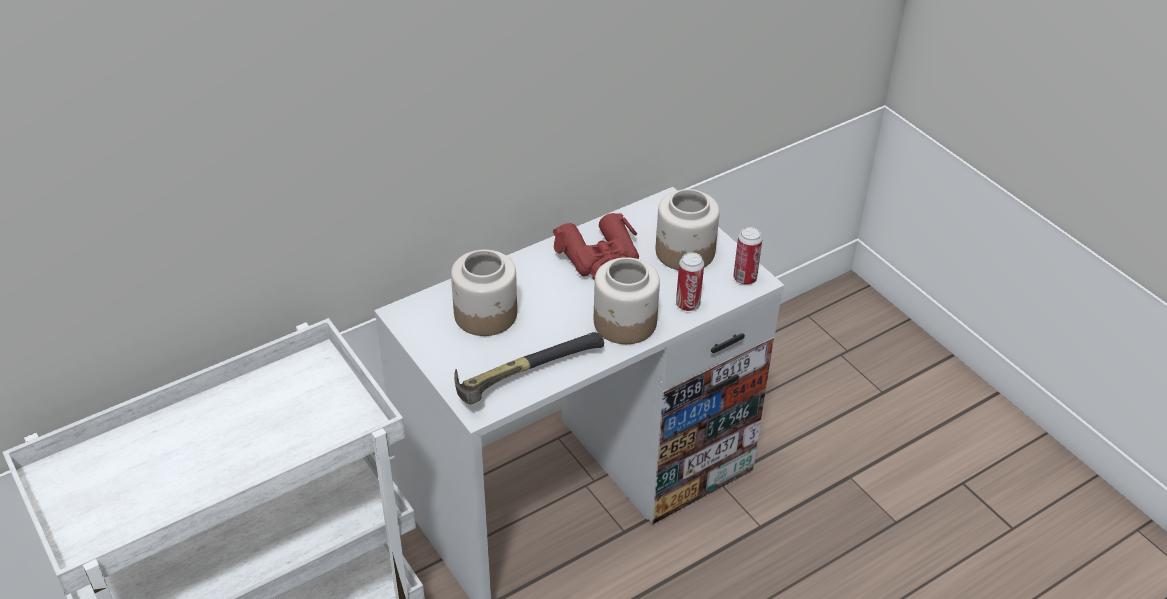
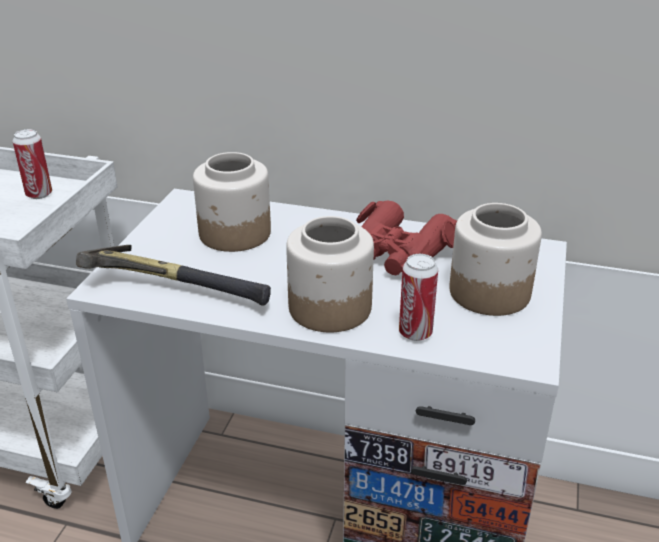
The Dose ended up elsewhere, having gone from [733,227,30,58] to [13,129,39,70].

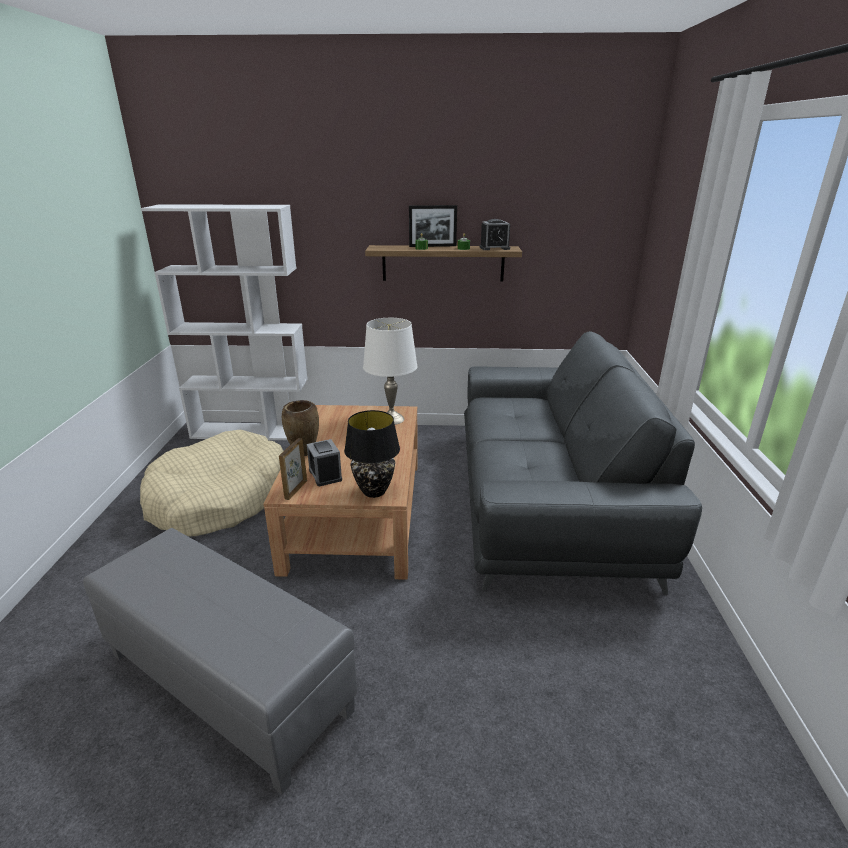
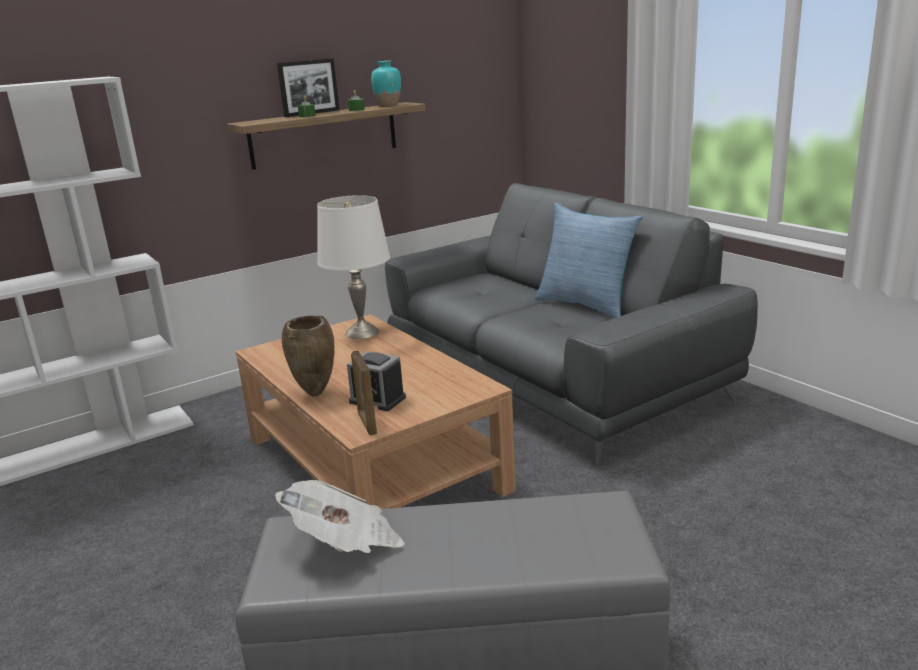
The second view lost the Hundebett [beige] at [140,429,143,107]. The second view lost the Tischlampe [schwarz] at [344,410,56,88]. Where the Wecker stood at [480,219,30,31], the Vase [türkis] came to stand at [371,61,30,46]. The second view gained the Zeitung at [275,480,130,73]. The second view gained the Kissen at [535,203,108,116].

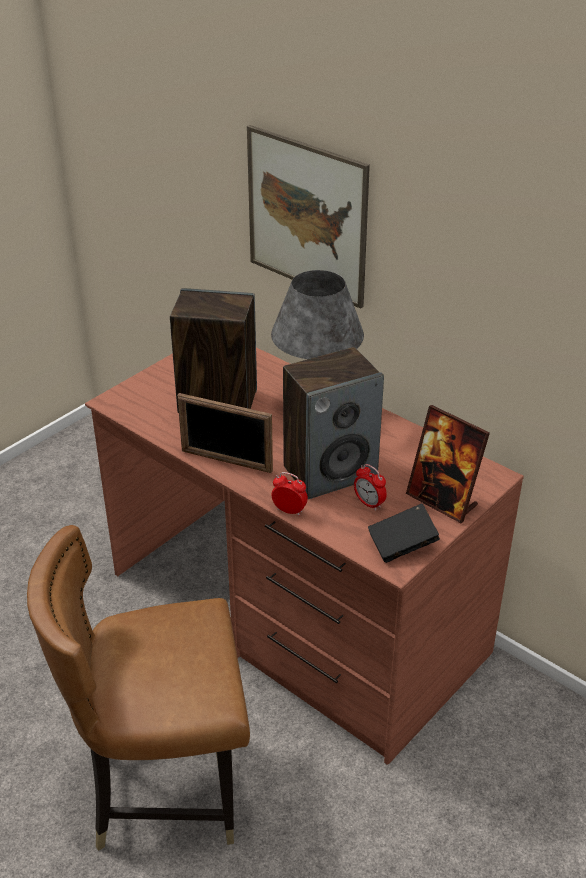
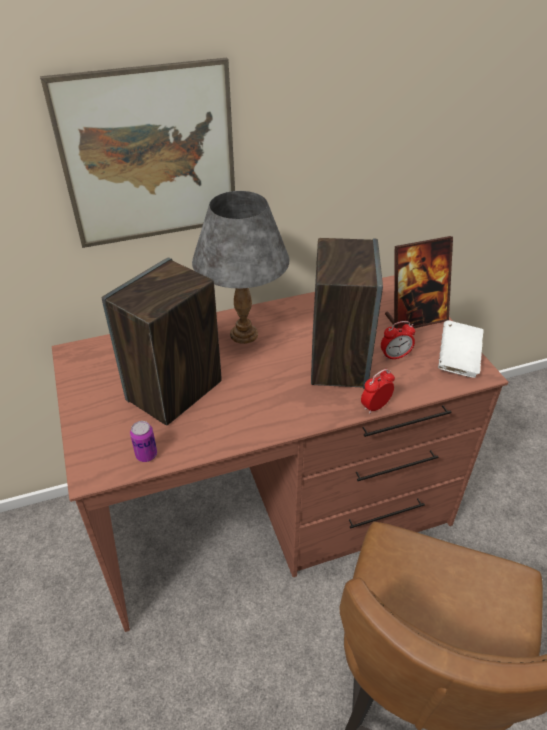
The second view lost the Bilderrahmen at [177,393,96,80]. What was the Buch [schwarz] at [368,503,72,60] turned into the Buch [weiß] at [438,320,46,58]. The second view gained the Dose at [130,421,27,41].

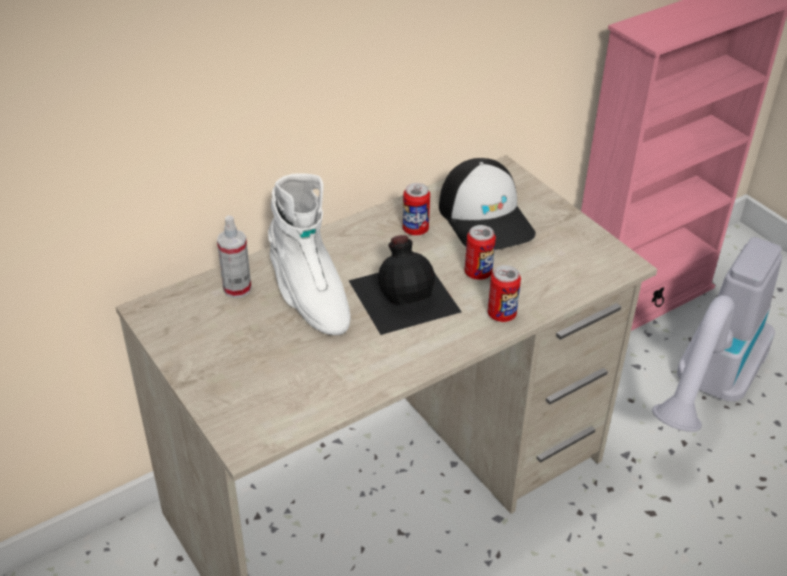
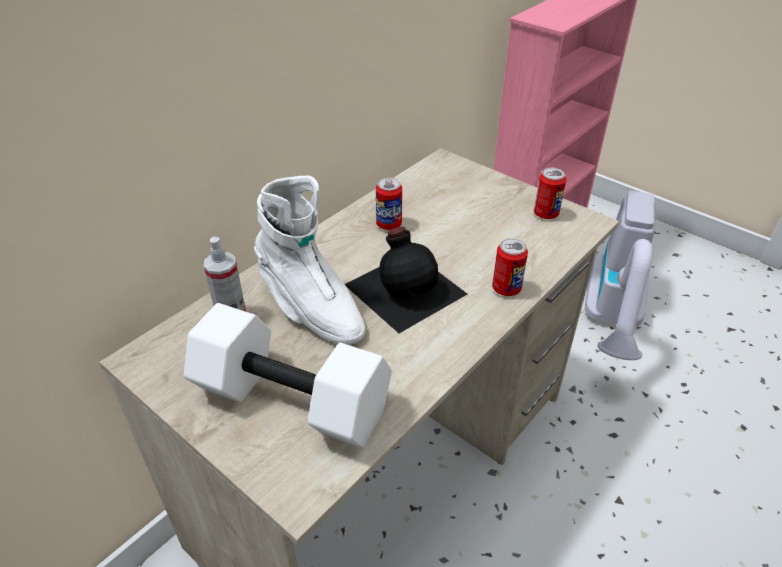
The second view lost the Kappe at [439,158,97,92]. The Dose ended up elsewhere, having gone from [465,225,31,55] to [534,168,32,51]. The second view gained the Hantel [weiß] at [184,303,208,145].

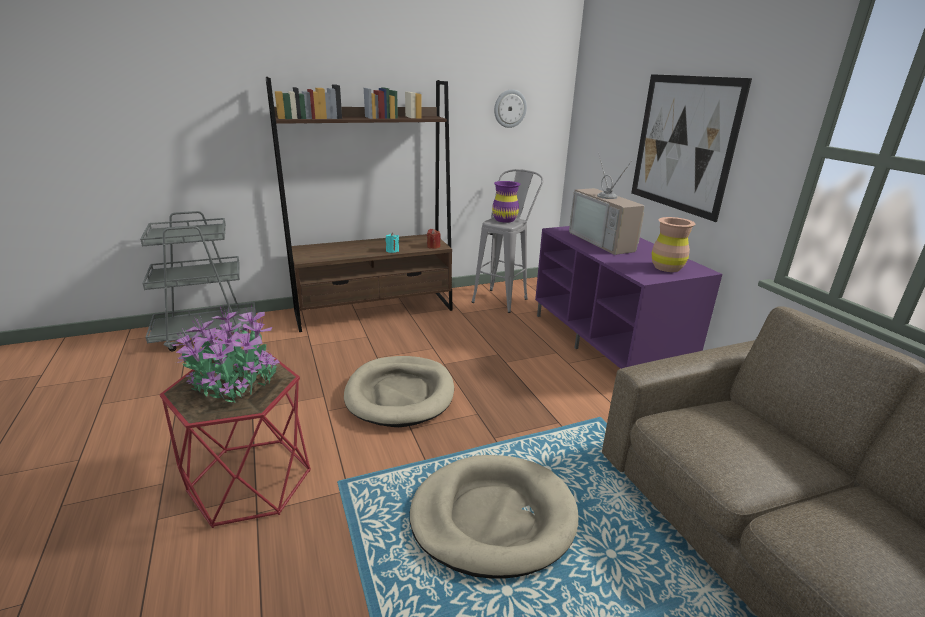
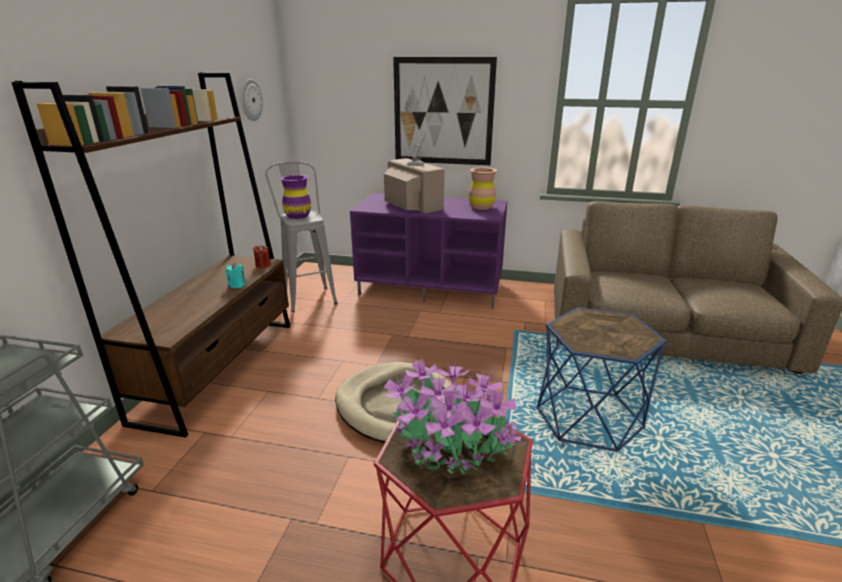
Where the Hundebett [beige] stood at [410,455,169,124], the Beistelltisch [blau] came to stand at [536,307,131,145]. The Fernseher at [569,153,76,102] ended up facing another way, 135 degrees counterclockwise from before.

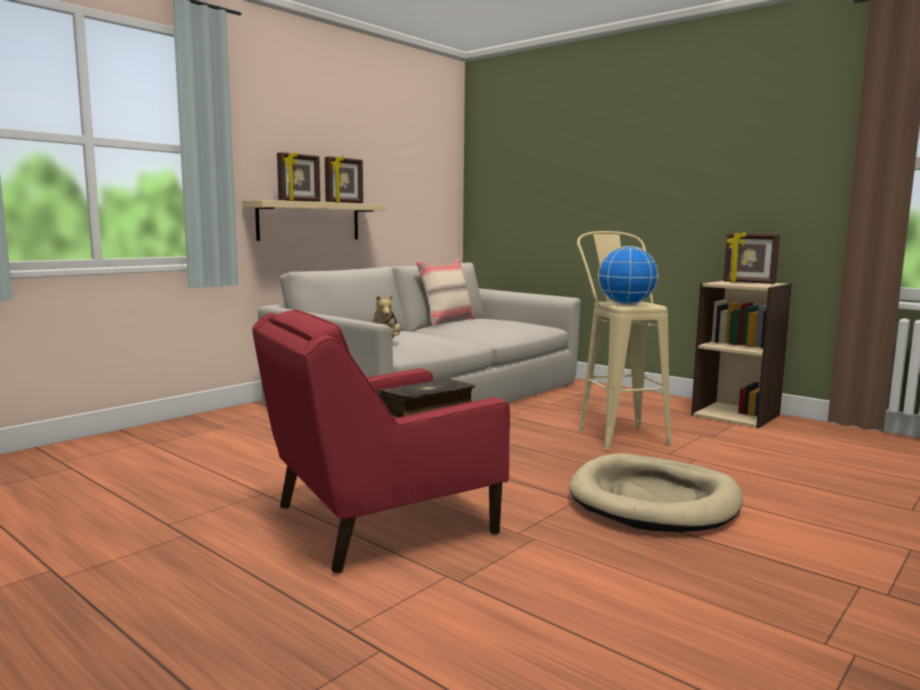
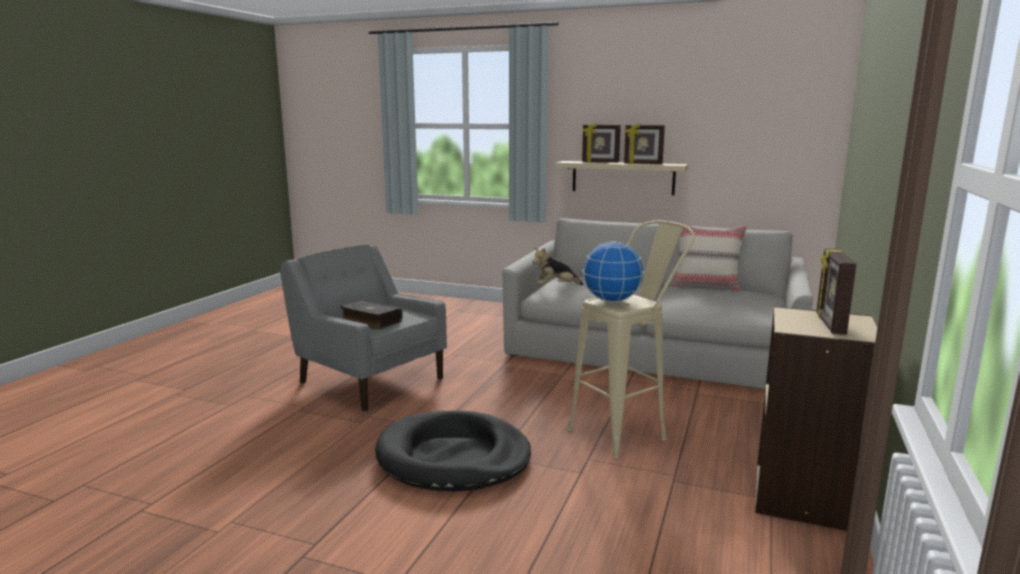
What was the Sessel [rot] at [252,309,258,265] turned into the Sessel [grau] at [280,244,167,167]. What was the Hundebett [beige] at [569,453,174,79] turned into the Hundebett [schwarz] at [375,410,156,81].

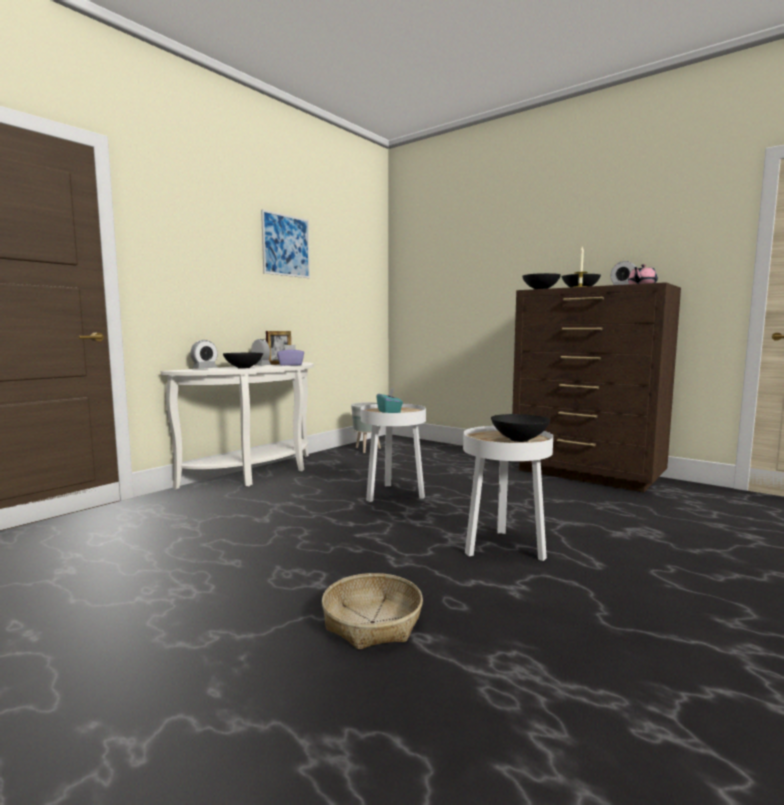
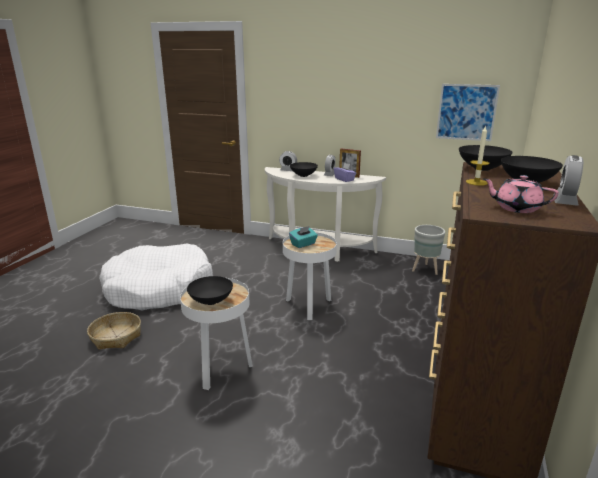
The Bild ended up elsewhere, having gone from [261,209,49,69] to [436,84,64,57]. The second view gained the Hundebett [weiß] at [99,244,114,67].

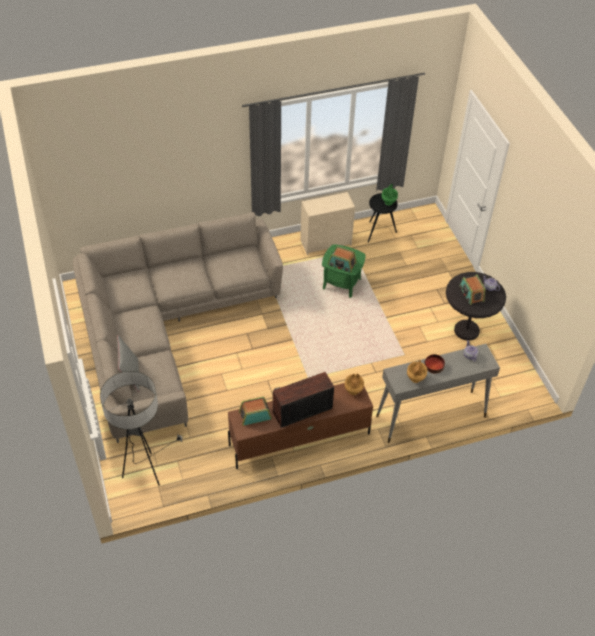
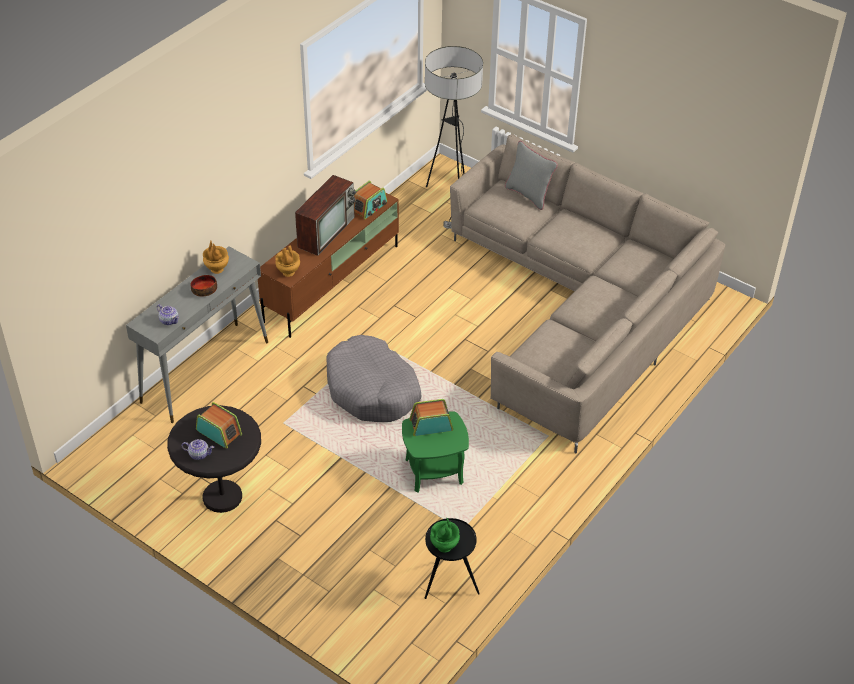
The second view lost the Kommode [beige] at [300,192,55,63]. The second view gained the Hundebett [grau] at [326,335,95,87].

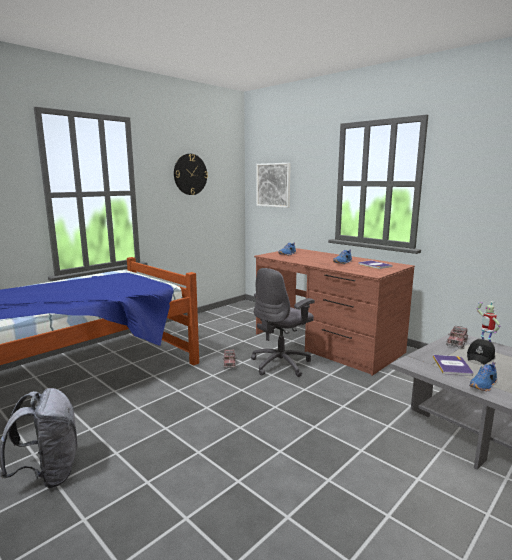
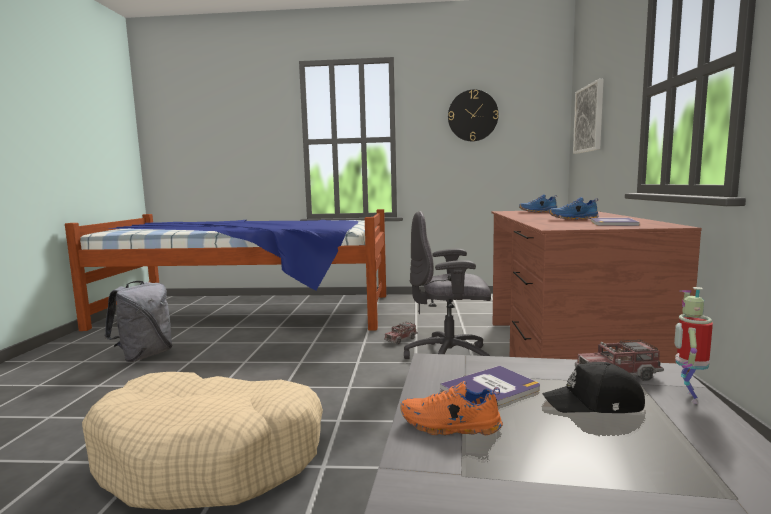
What was the Schuh [blau] at [469,362,28,29] turned into the Schuh [orange] at [400,381,103,54]. The second view gained the Hundebett [beige] at [82,372,241,138].

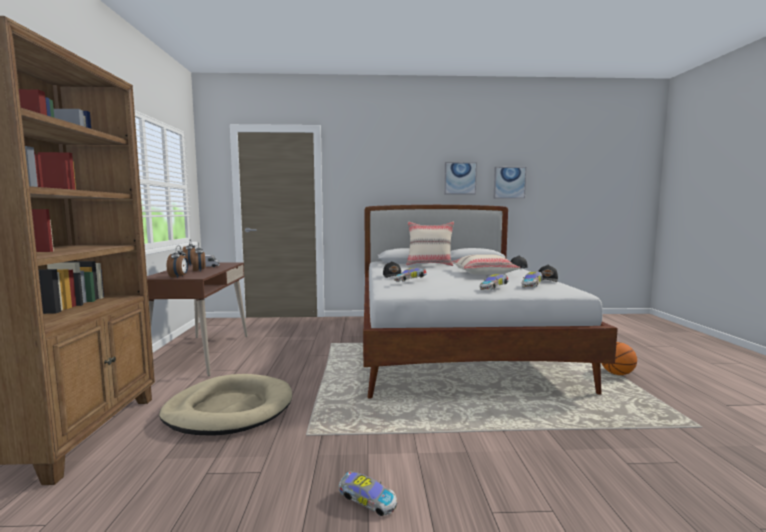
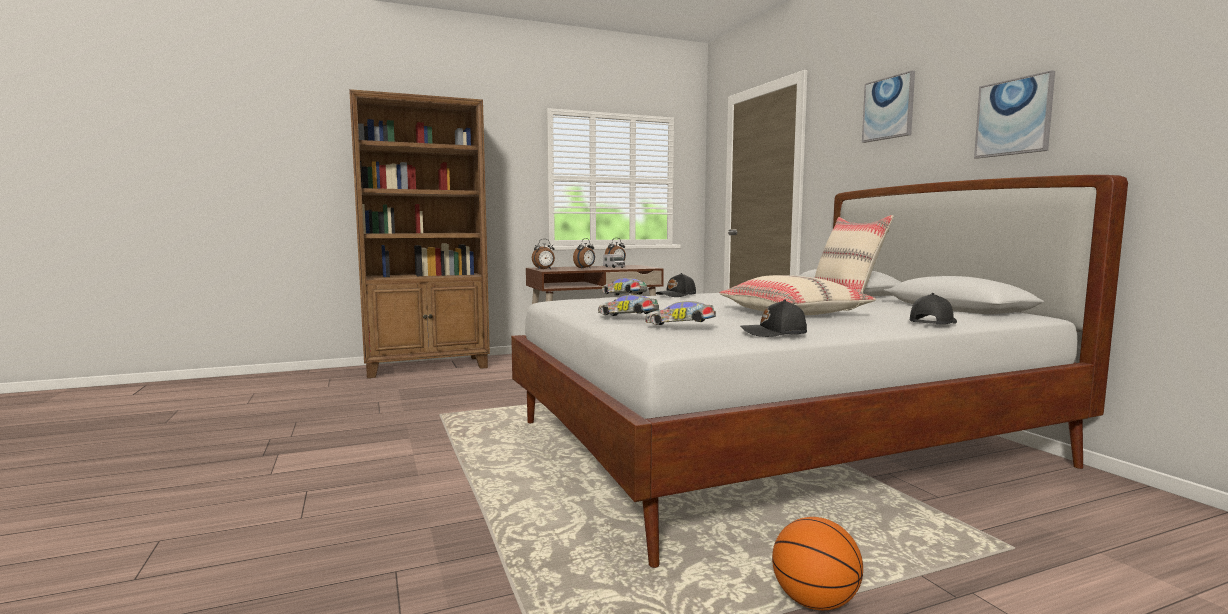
The second view lost the Hundebett [beige] at [159,374,133,61]. The second view lost the Spielzeugauto at [339,471,58,45]. The Bild ended up elsewhere, having gone from [494,167,32,32] to [862,71,53,72].

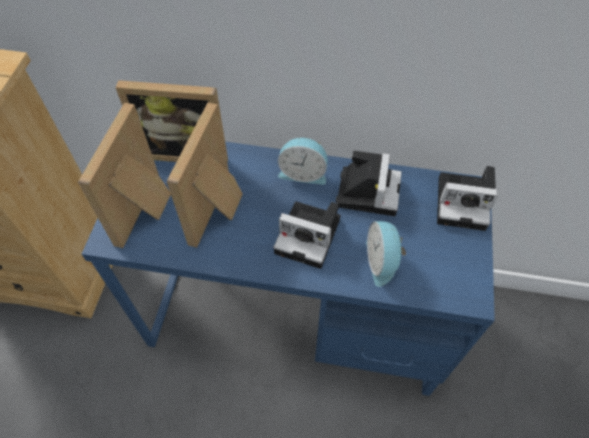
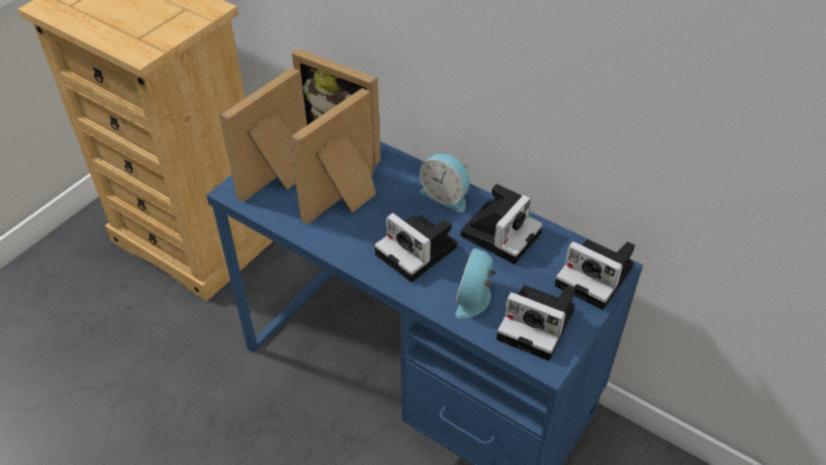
The second view gained the Kamera at [497,285,78,76].

